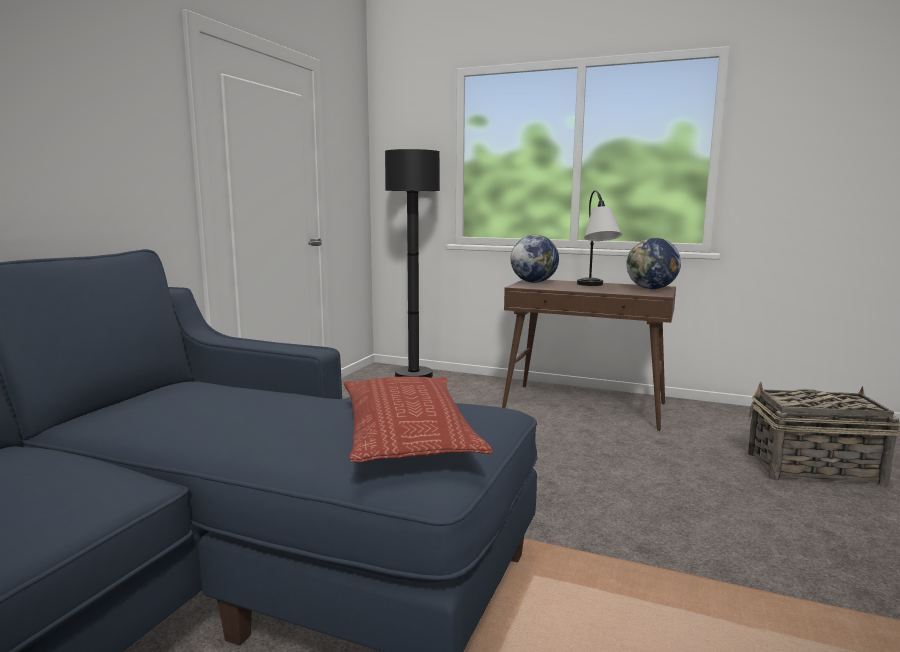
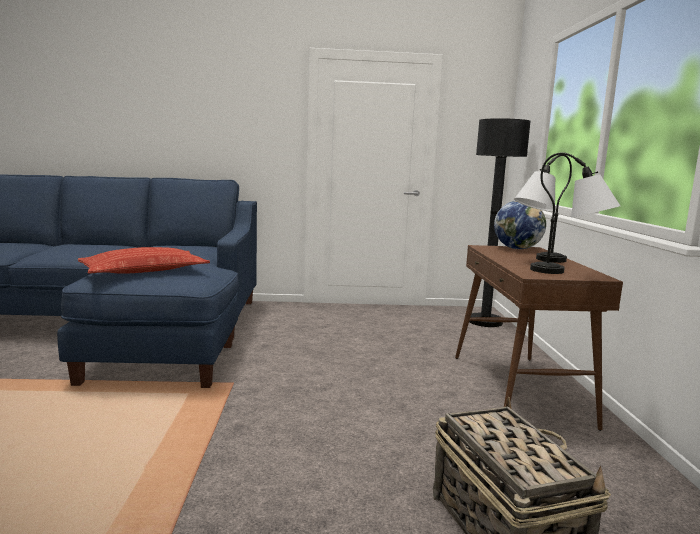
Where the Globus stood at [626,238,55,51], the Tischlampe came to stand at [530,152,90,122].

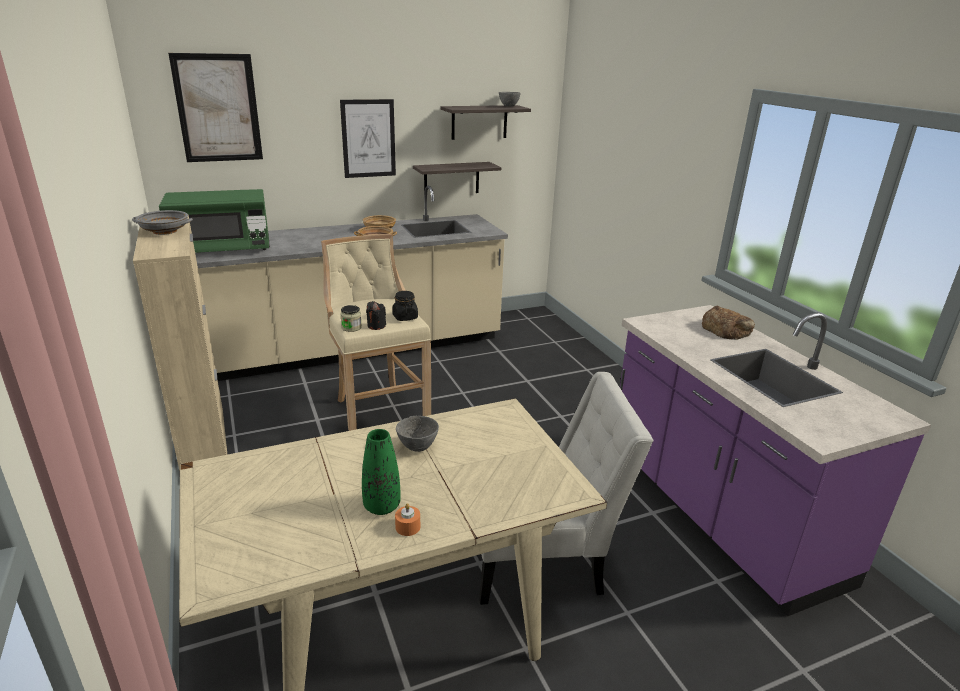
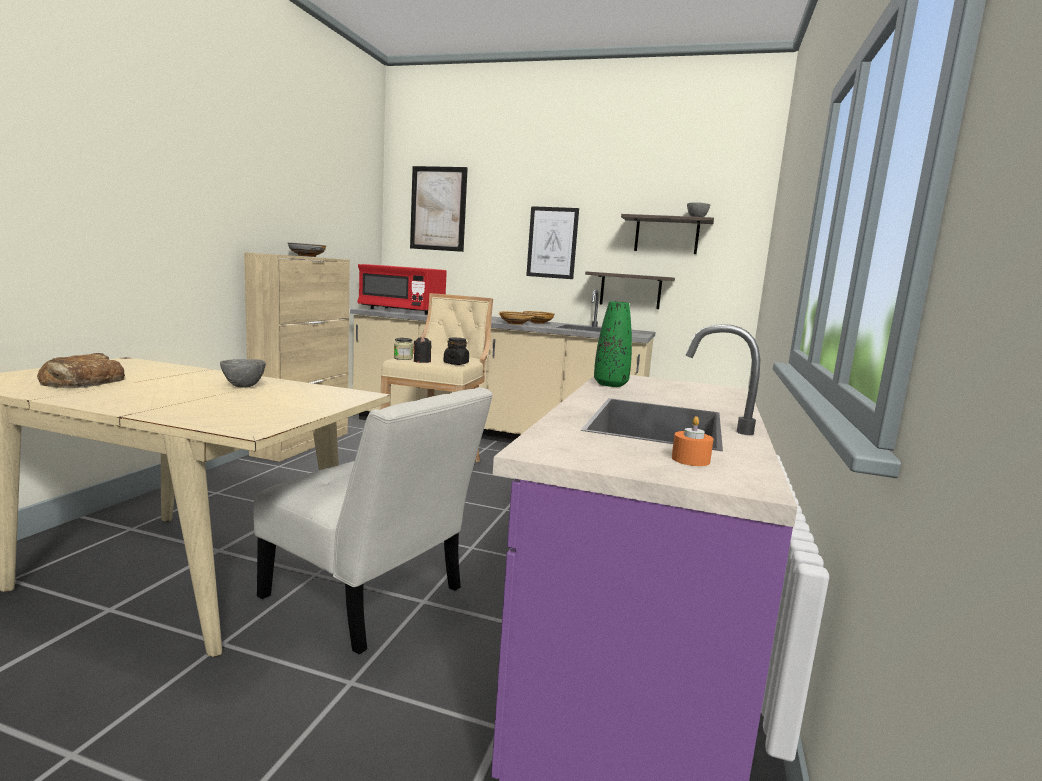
What was the Mikrowelle [grün] at [159,189,111,64] turned into the Mikrowelle [rot] at [357,264,90,51]. The Vase [grün] ended up elsewhere, having gone from [362,429,38,86] to [594,301,38,86]. The Kerze [orange] ended up elsewhere, having gone from [395,503,25,33] to [672,416,41,50]. The Brot ended up elsewhere, having gone from [702,306,53,34] to [37,353,88,35].

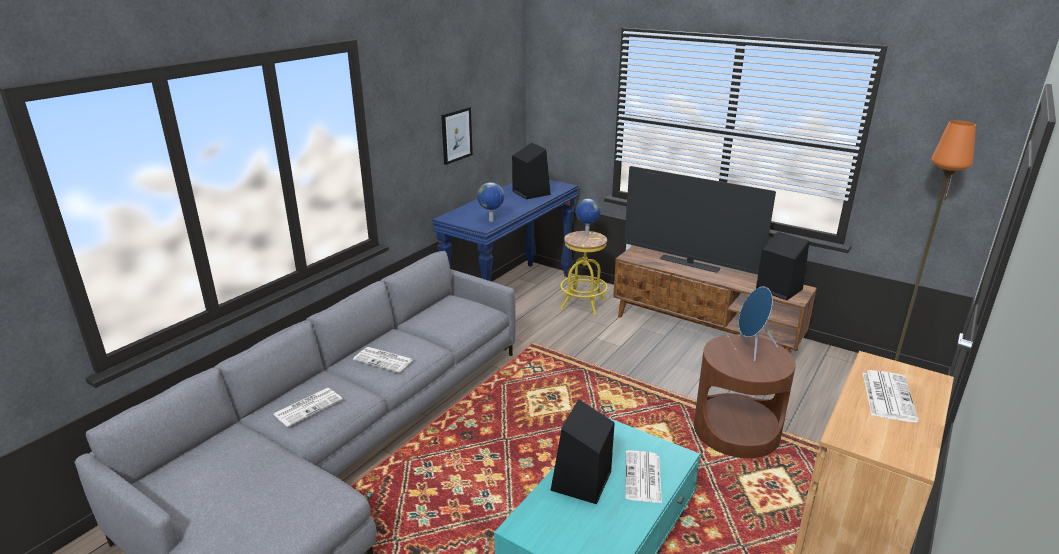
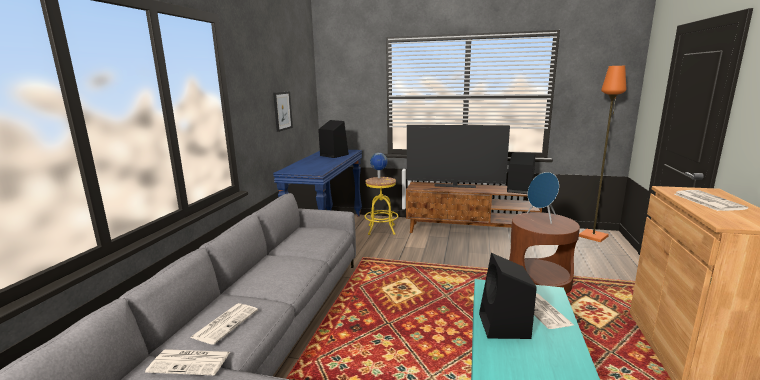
The Zeitung ended up elsewhere, having gone from [353,347,61,26] to [145,349,85,26]. The second view lost the Globus at [477,182,27,40].

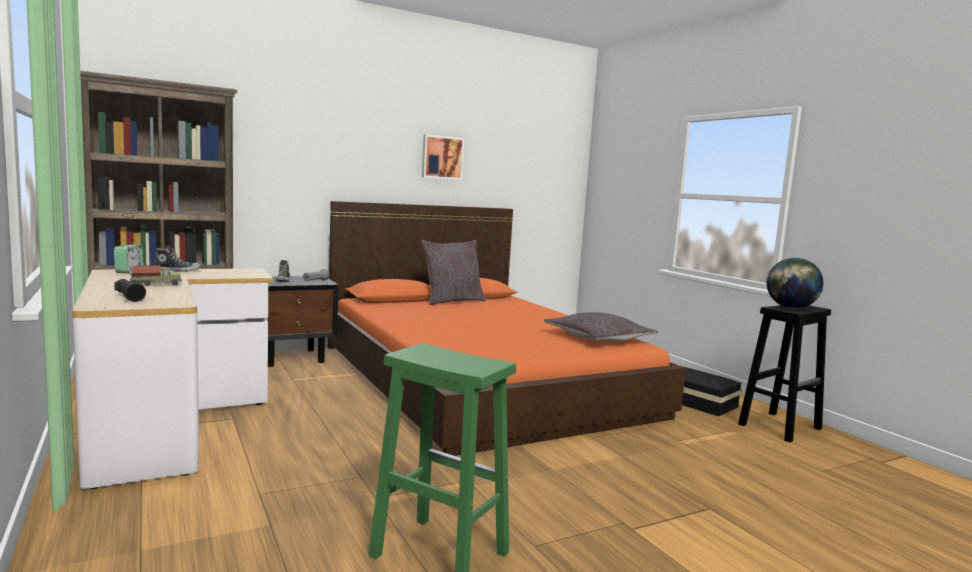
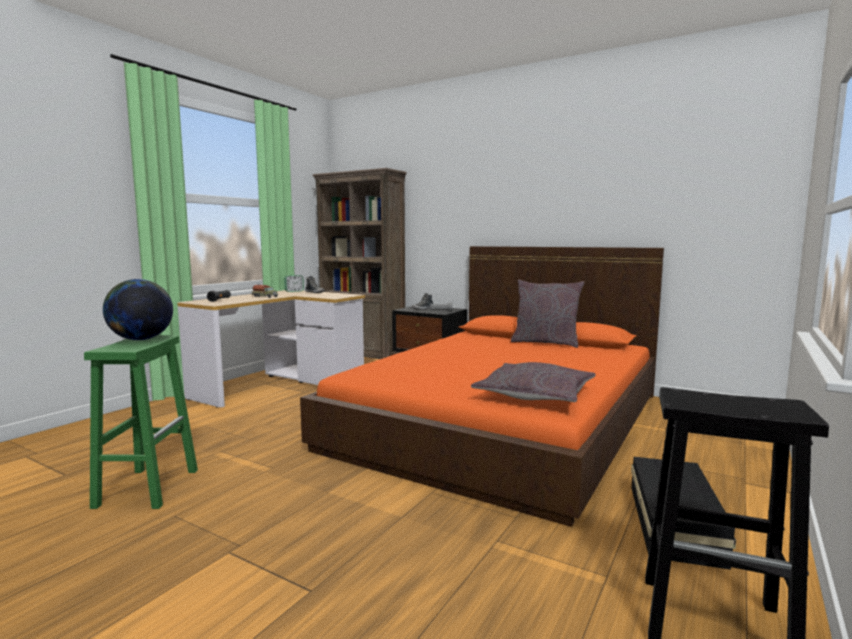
The second view lost the Bild at [422,134,42,46]. The Globus ended up elsewhere, having gone from [767,258,56,51] to [103,279,70,61].

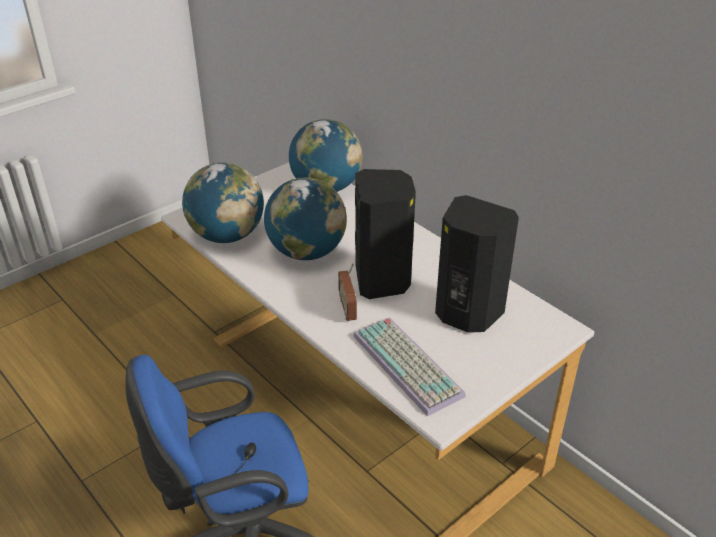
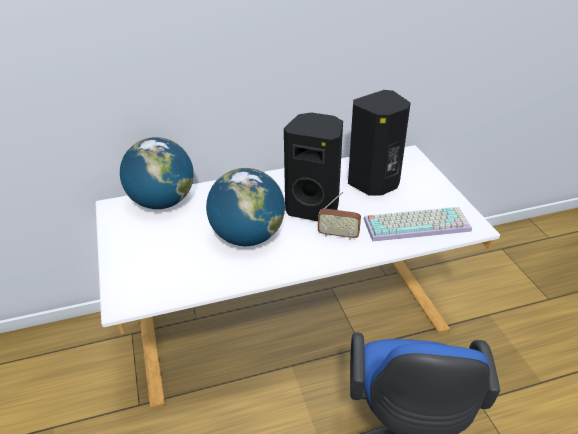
The second view lost the Globus at [182,163,82,80].

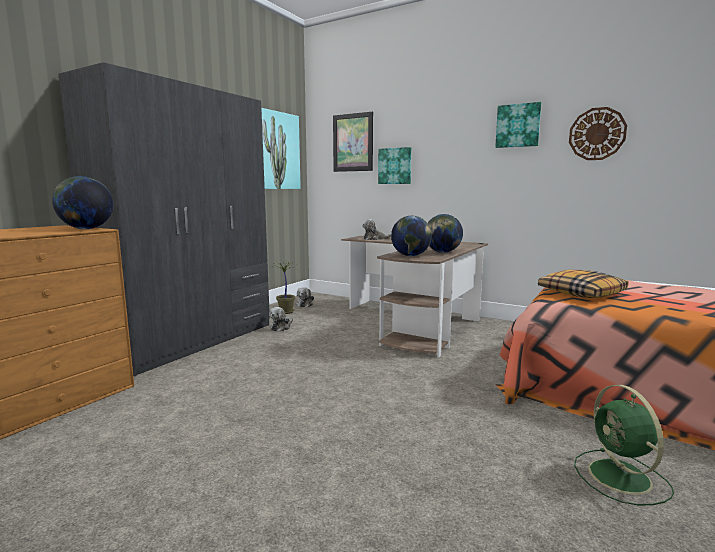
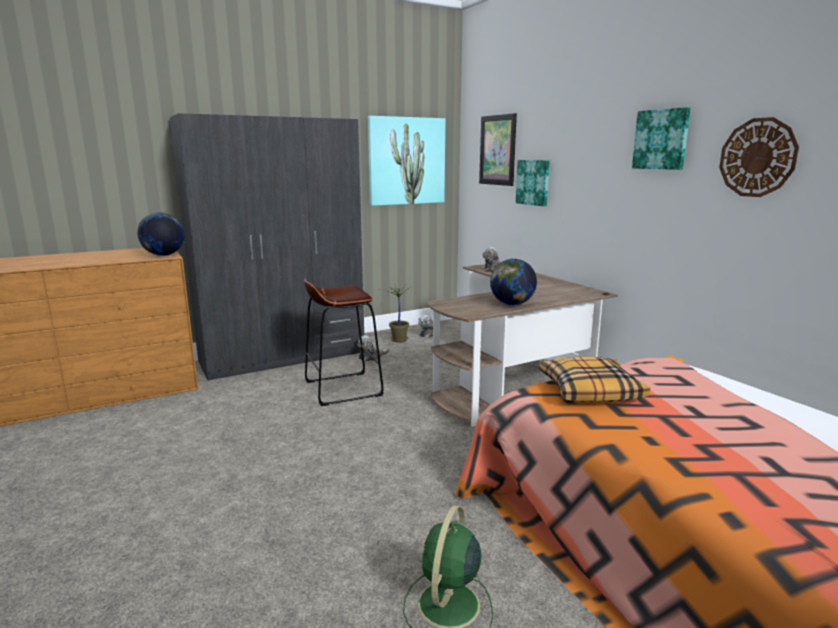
The second view lost the Globus at [391,216,41,40]. The second view gained the Hocker [braun] at [304,278,80,128].

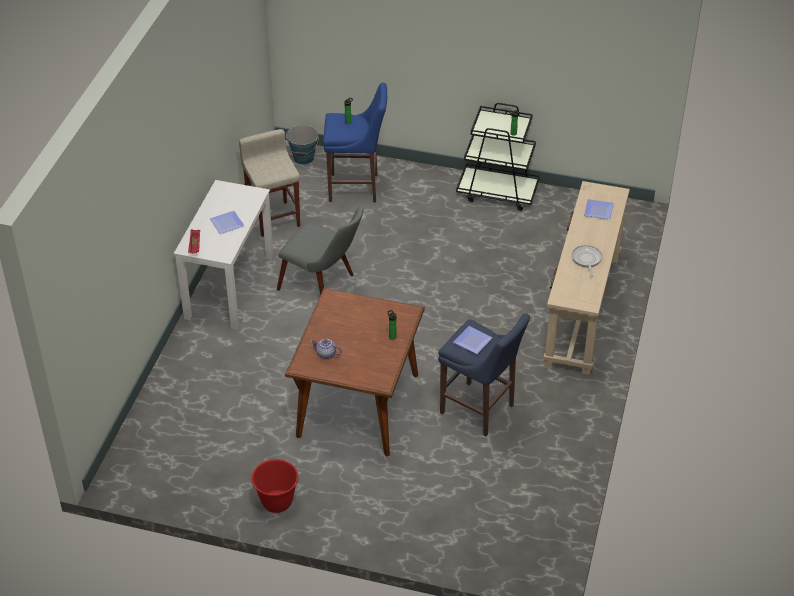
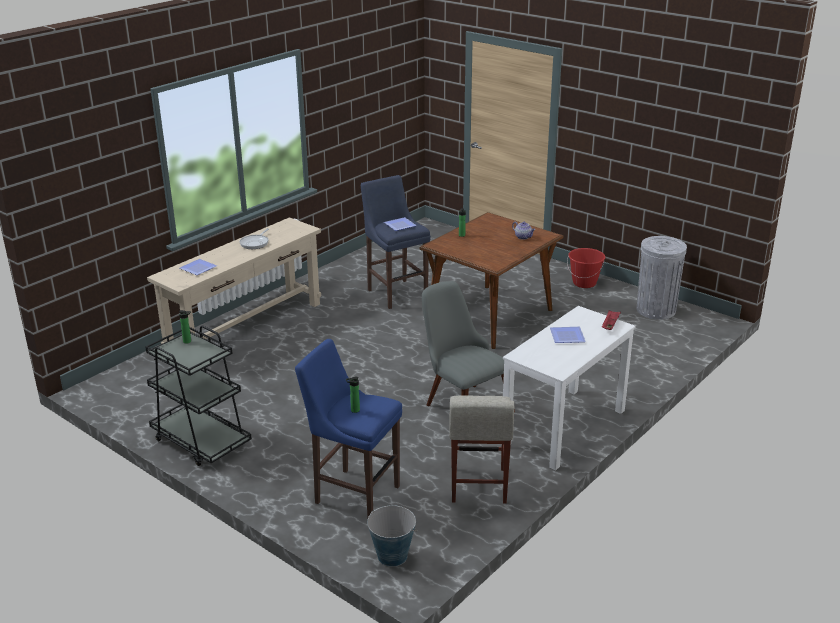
The second view gained the Mülleimer [grau] at [637,236,50,84].

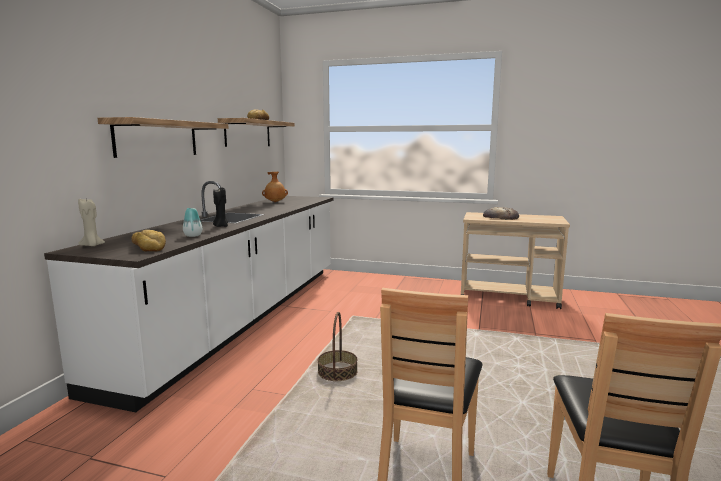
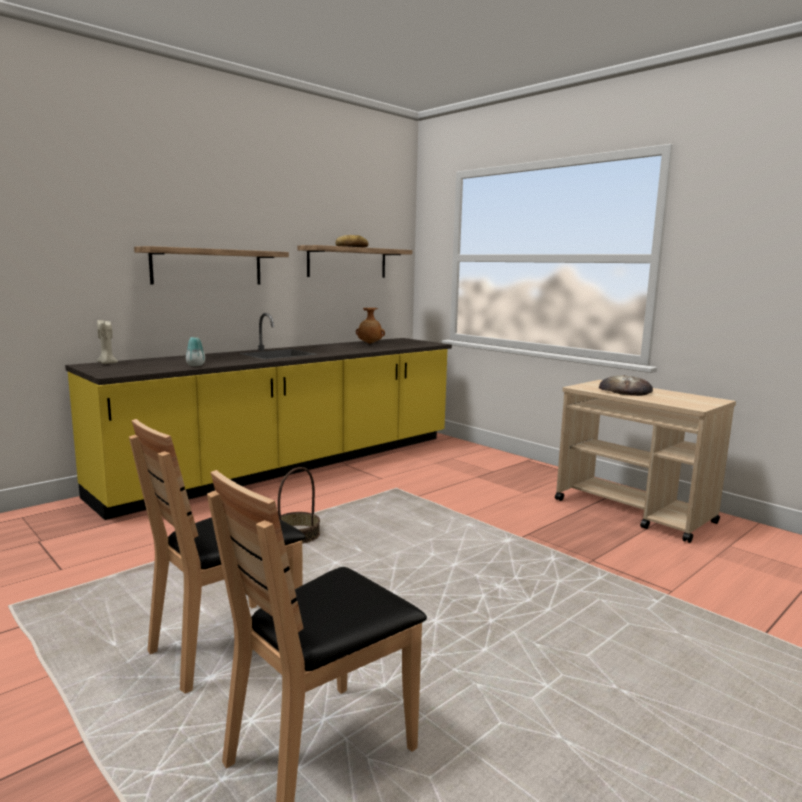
What was the Küchenzeile [weiß] at [44,181,289,231] turned into the Küchenzeile [gelb] at [65,313,387,207]. The second view lost the Brot at [131,230,35,22]. The second view lost the Kerze [schwarz] at [213,188,15,39].

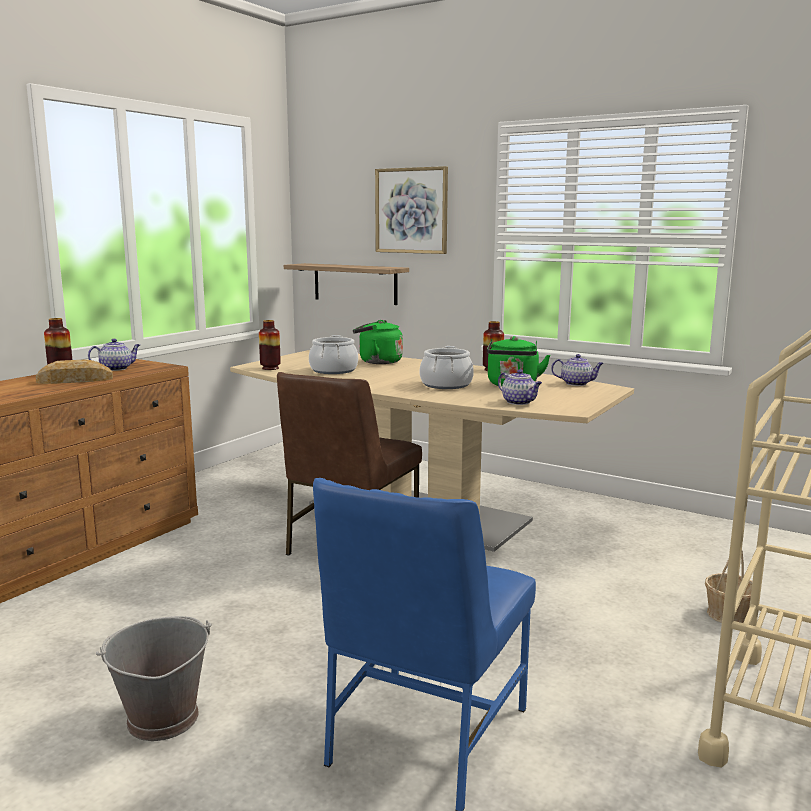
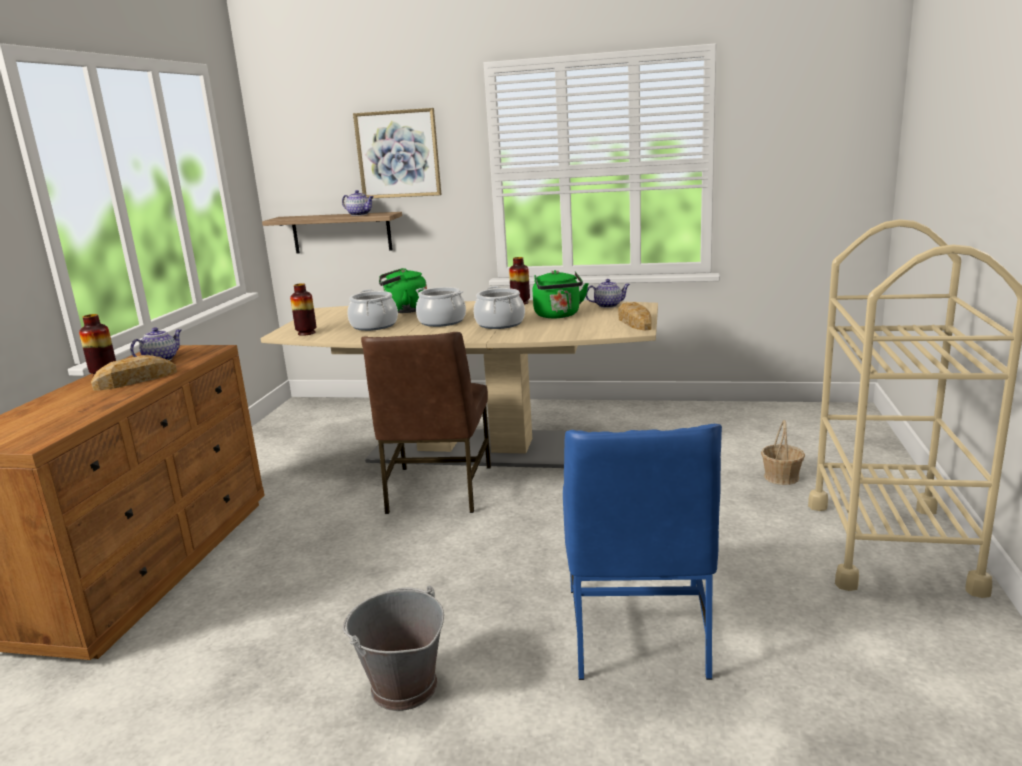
The Teekanne ended up elsewhere, having gone from [498,369,44,36] to [342,190,32,26]. The second view gained the Kochtopf at [416,287,50,40]. The second view gained the Brot at [618,302,33,29].

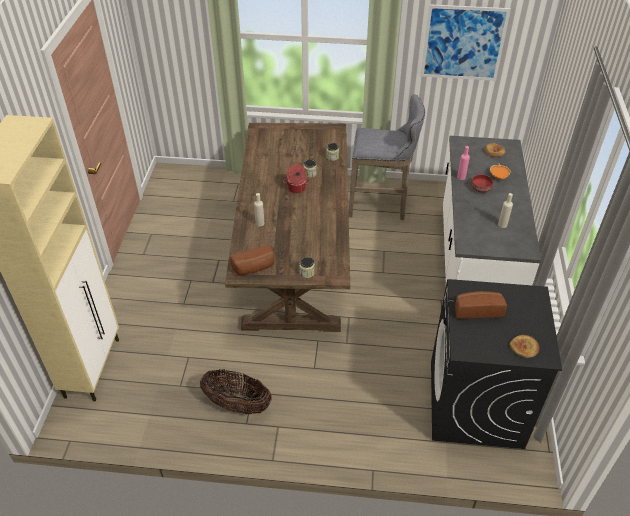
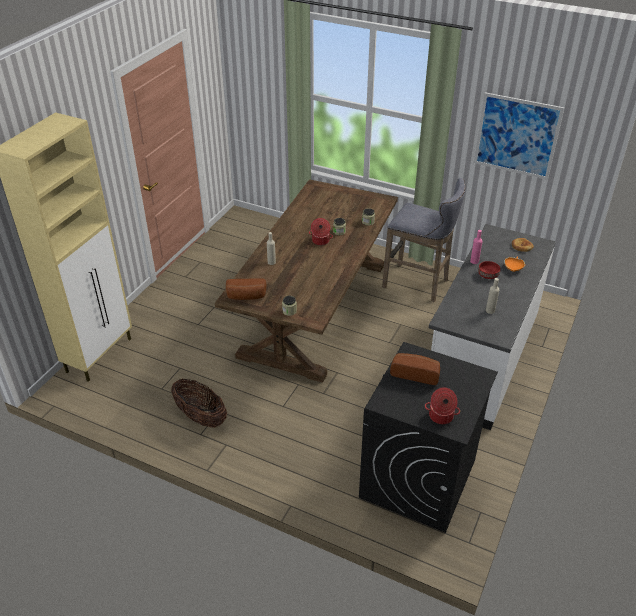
Where the Brot stood at [509,335,30,23], the Kochtopf came to stand at [425,387,35,37].

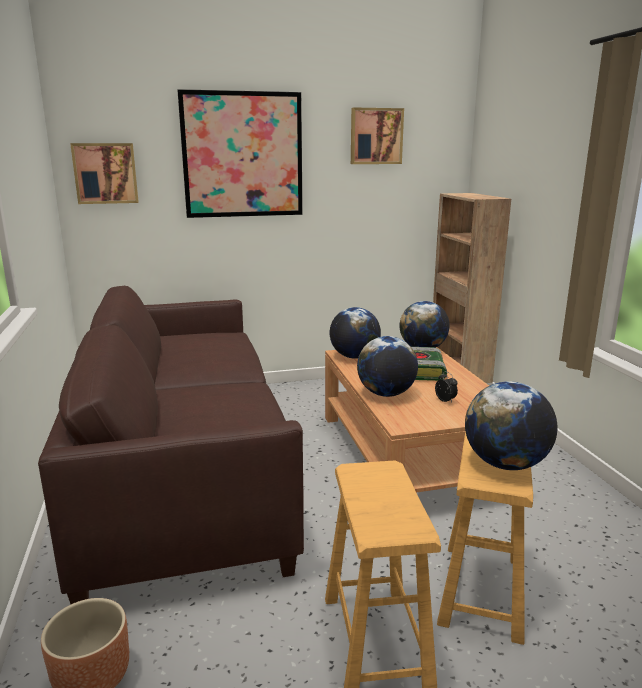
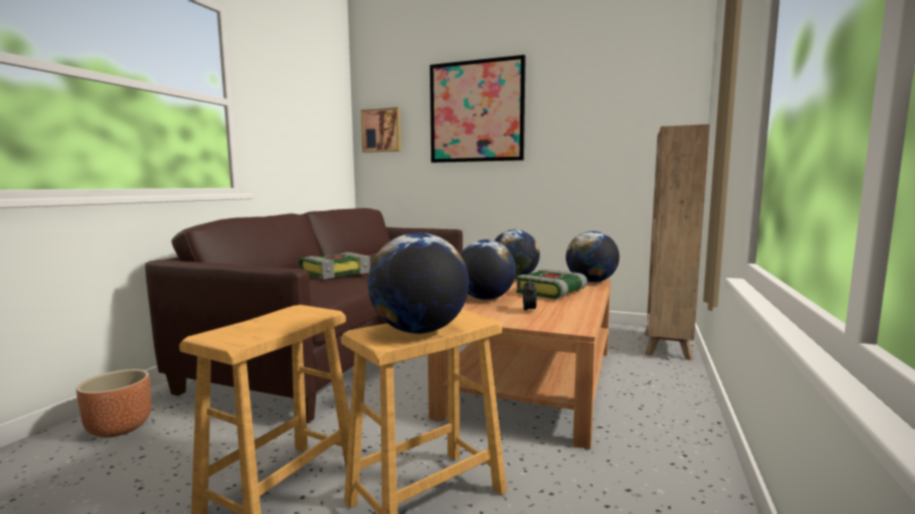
The second view lost the Bild at [351,107,53,57]. The second view gained the Buch at [298,252,74,27].

